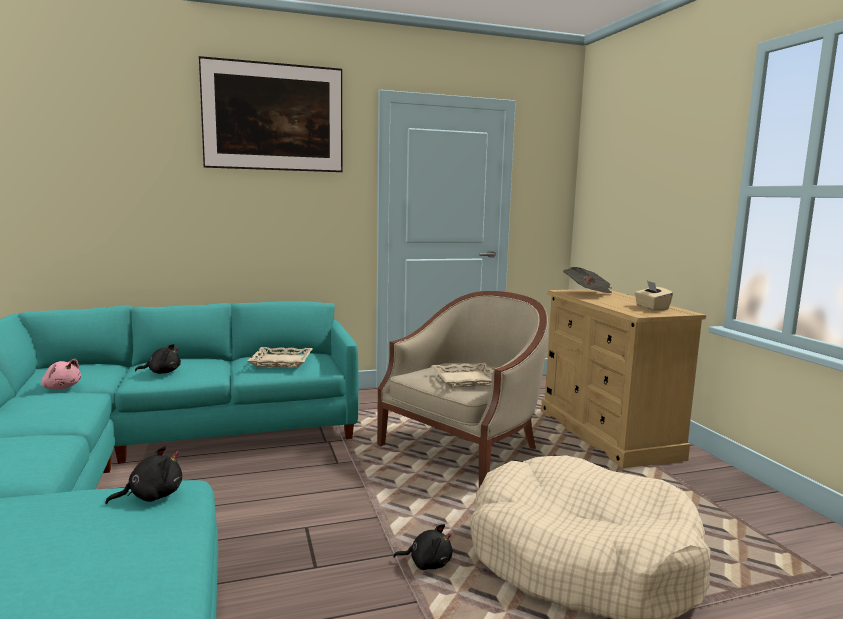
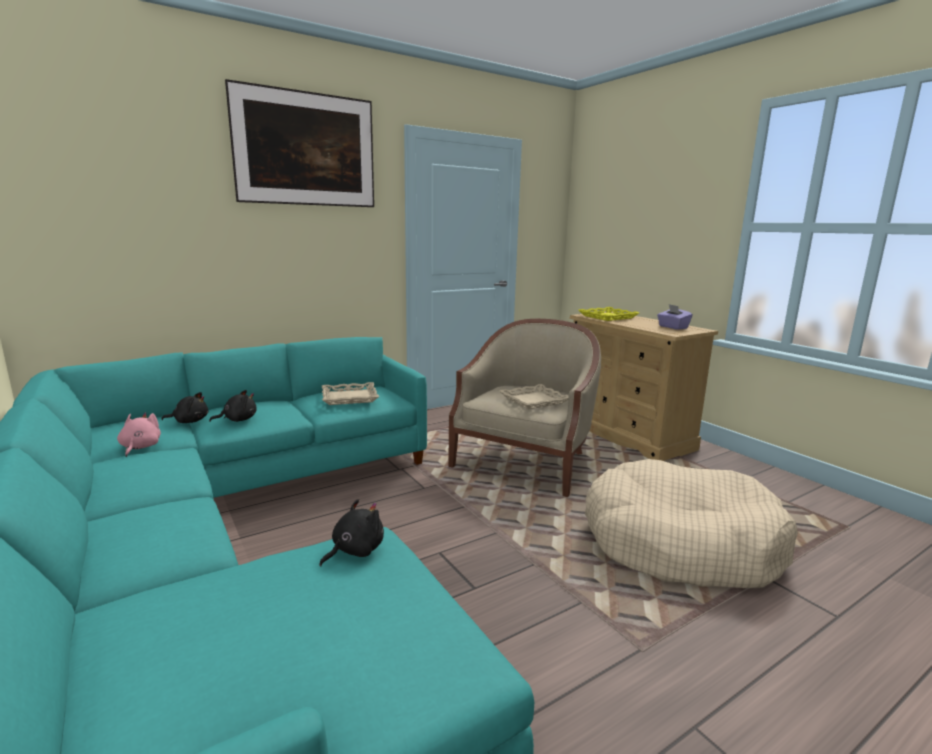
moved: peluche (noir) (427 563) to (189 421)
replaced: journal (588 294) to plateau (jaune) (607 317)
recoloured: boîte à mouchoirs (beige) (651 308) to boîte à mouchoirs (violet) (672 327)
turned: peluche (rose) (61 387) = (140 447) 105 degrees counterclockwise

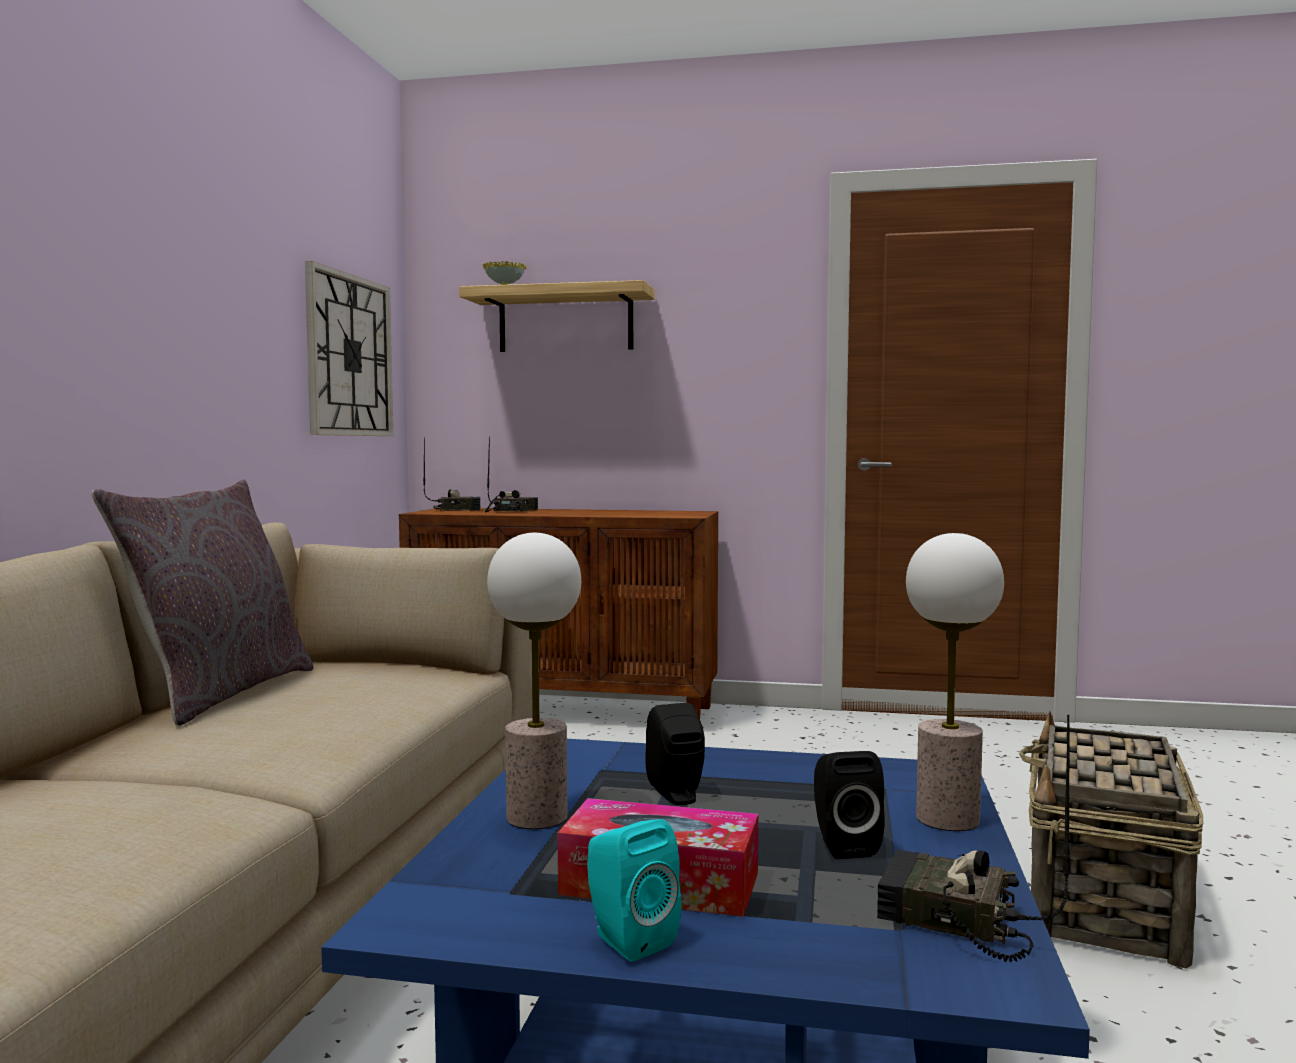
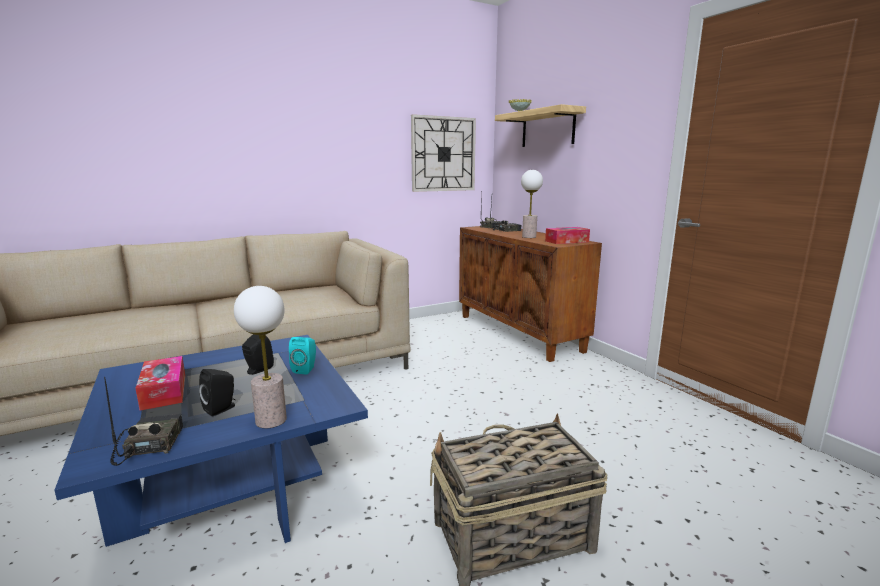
removed: coussin (gris) (219 693)
added: boîte à mouchoirs (566 241)
moved: lampe de table (537 817) to (529 237); enceinte (turquoise) (627 939) to (306 369)

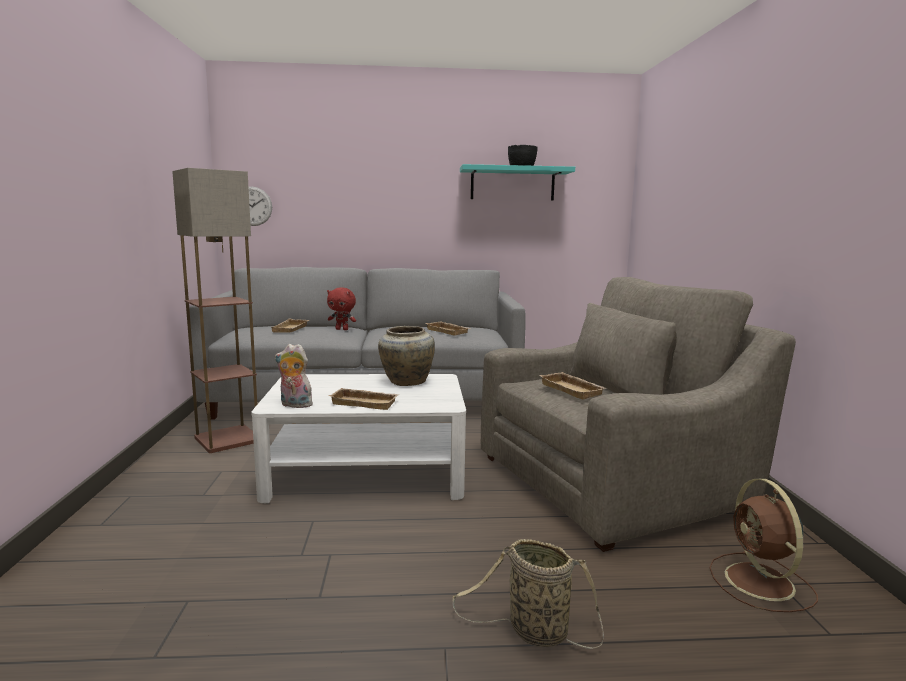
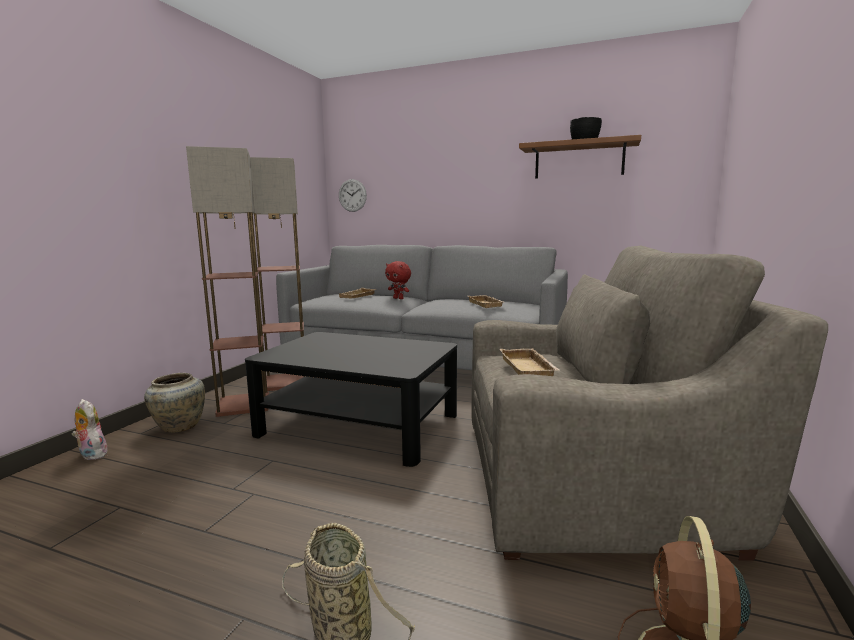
removed: plateau (beige) (365 403)
added: lampadaire (244 404)
moved: peluche (294 405) to (91 455); vase (beige) (406 382) to (179 426)
recoloured: table basse (blanc) (367 471) to table basse (noir) (359 424); étagère (turquoise) (512 184) to étagère (marron) (579 160)

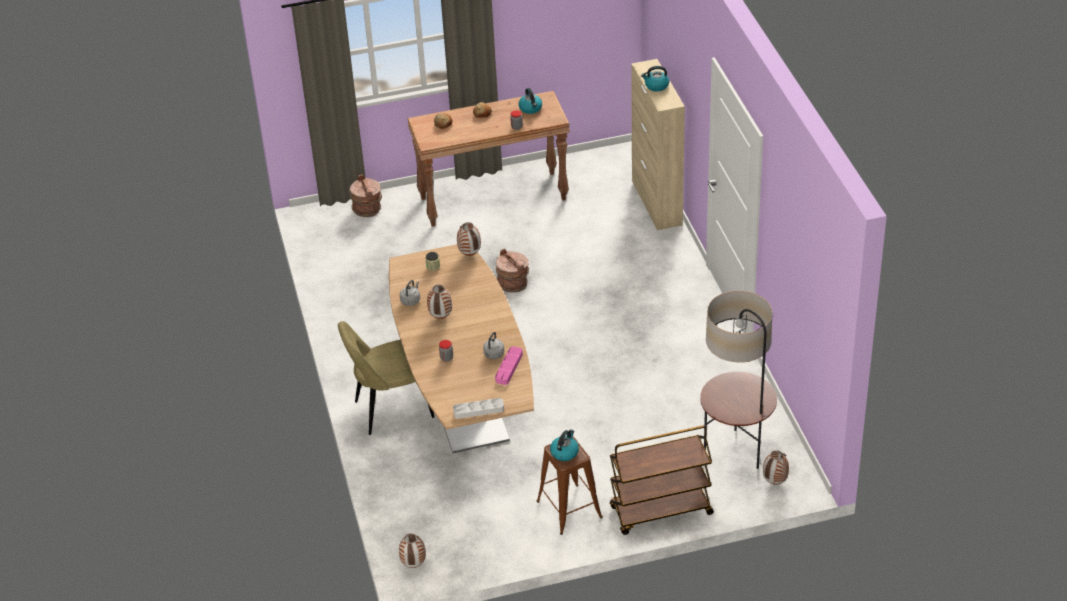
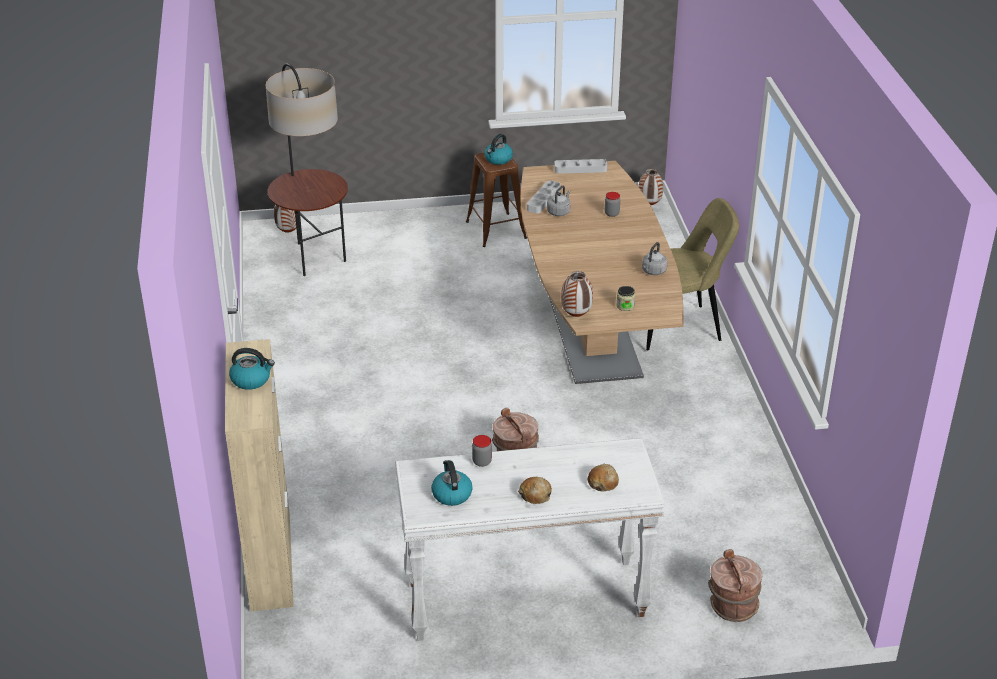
removed: vase (440 317); chariot (marron) (660 511)
recoloured: table console (marron) (493 198) to table console (blanc) (525 601); plateau (rose) (509 367) to plateau (gris) (543 199)

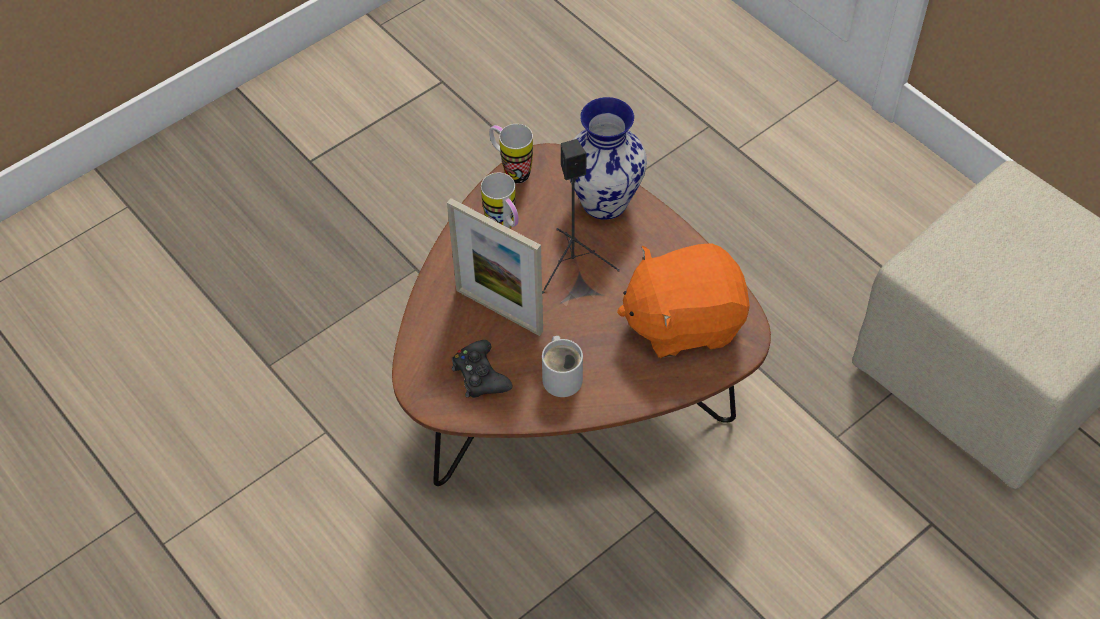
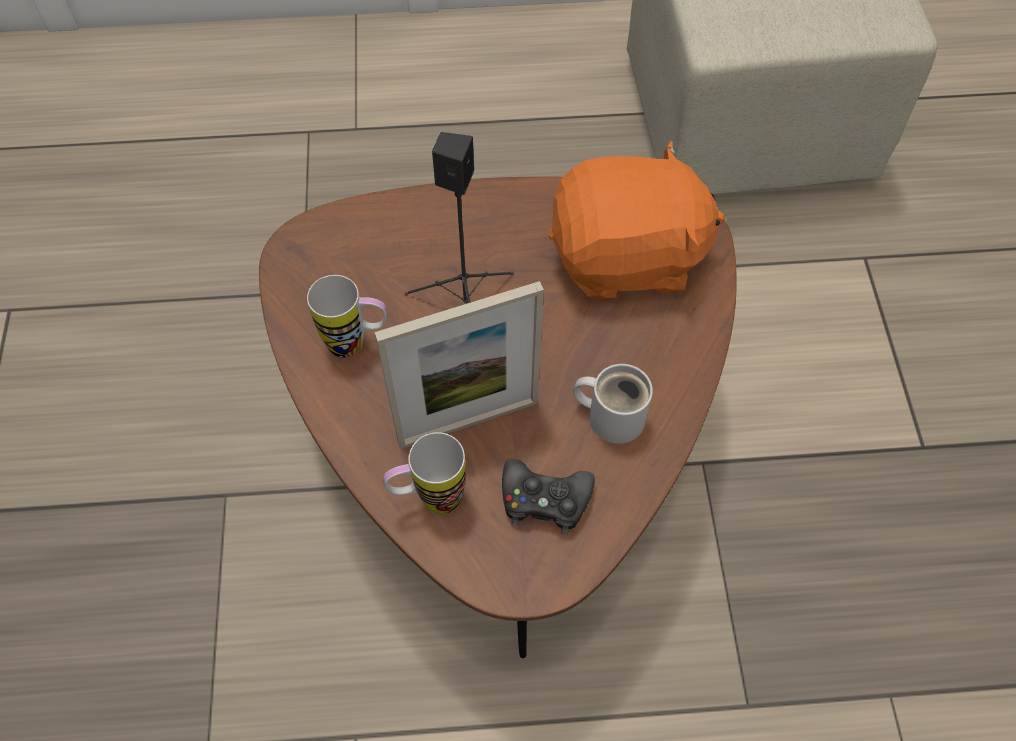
removed: vase (605 201)
moved: mug (511 170) to (429 500)
turned: peluche (orange) (683 321) = (627 259) 120 degrees counterclockwise

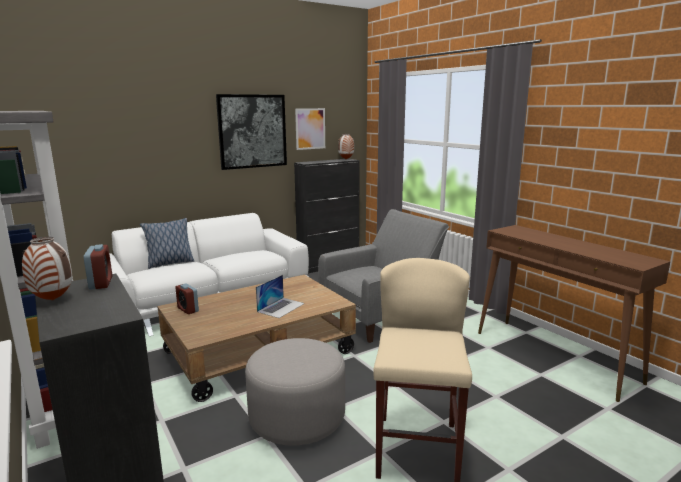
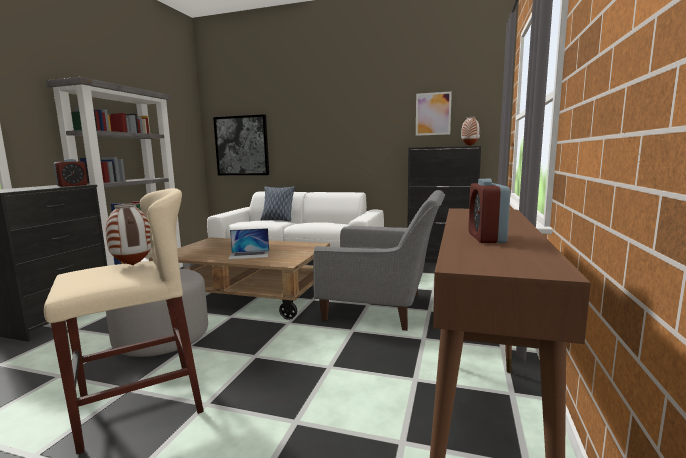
moved: vase (53 300) to (133 265); réveil (188 309) to (486 238); tableau (252 131) to (241 146)

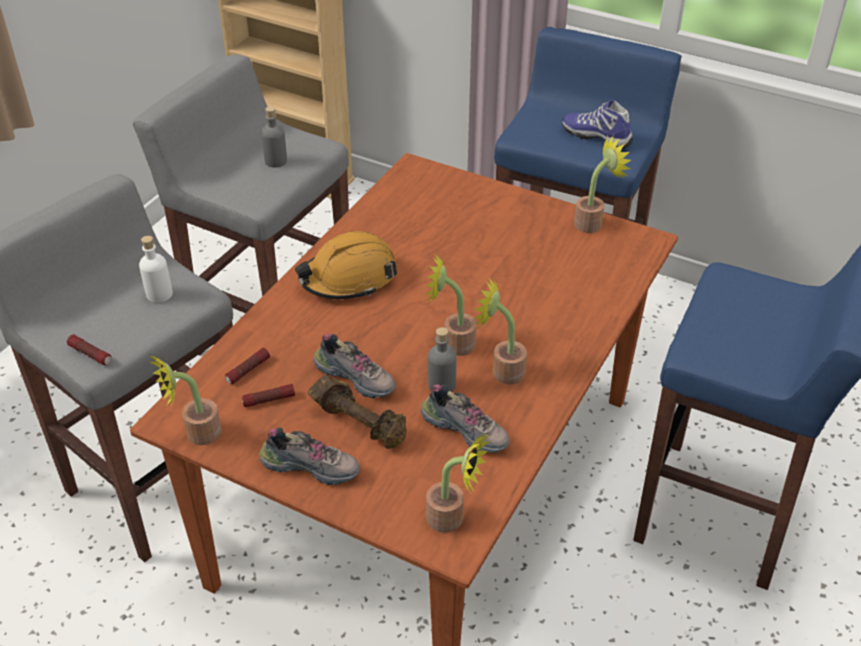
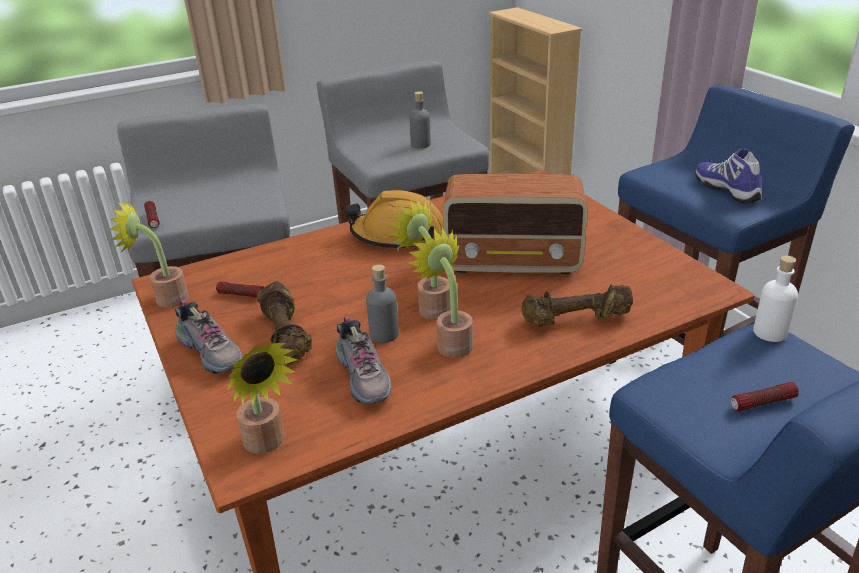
removed: chaussure (357 378); plante en pot (592 222)
added: radio (514 262); haltère (marron) (577 320)
moved: bouteille (blanc) (159 294) to (769 332); lampe de poche (248 370) to (762 403)

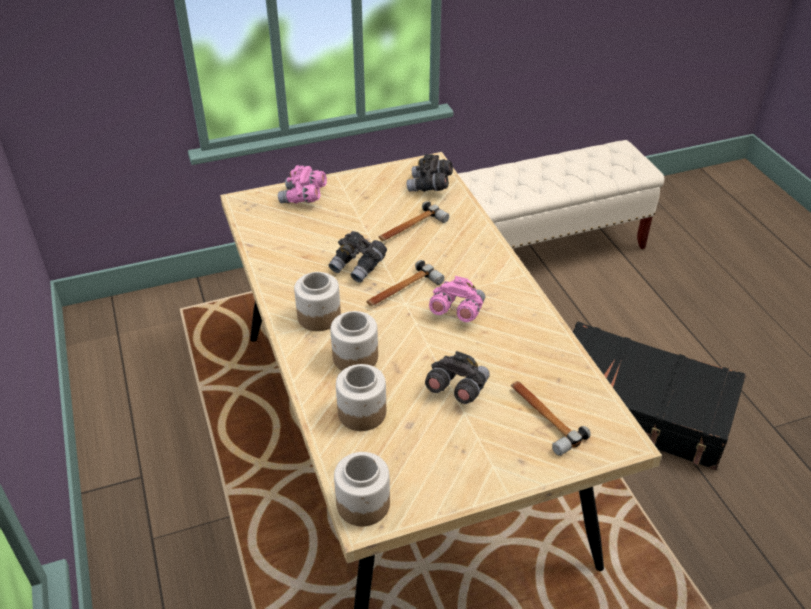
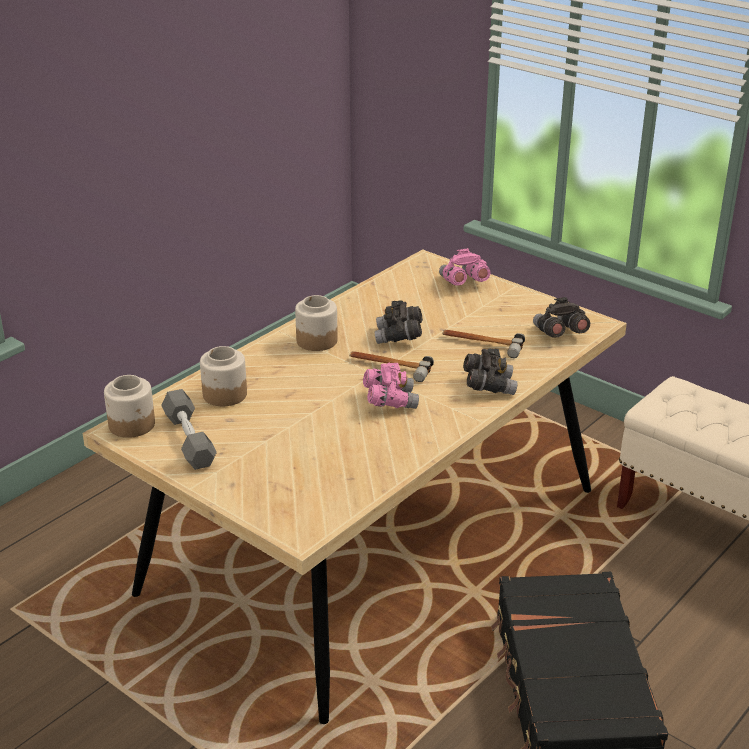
removed: bocal (355 358); marteau (543 417)
added: haltère (gris) (189 440)
moved: jumelles (gris) (456 388) to (488 386)

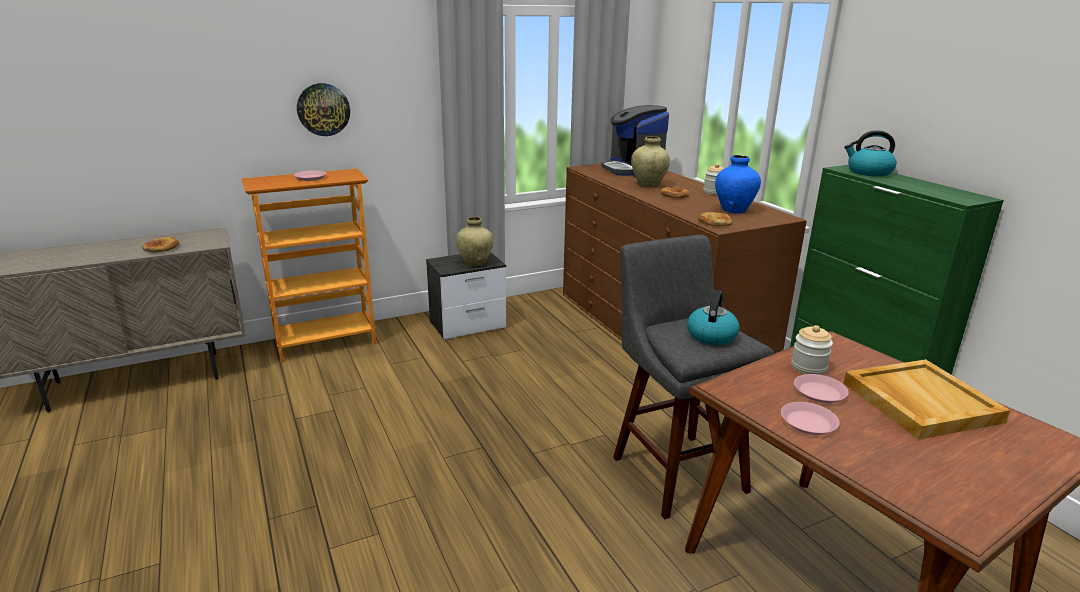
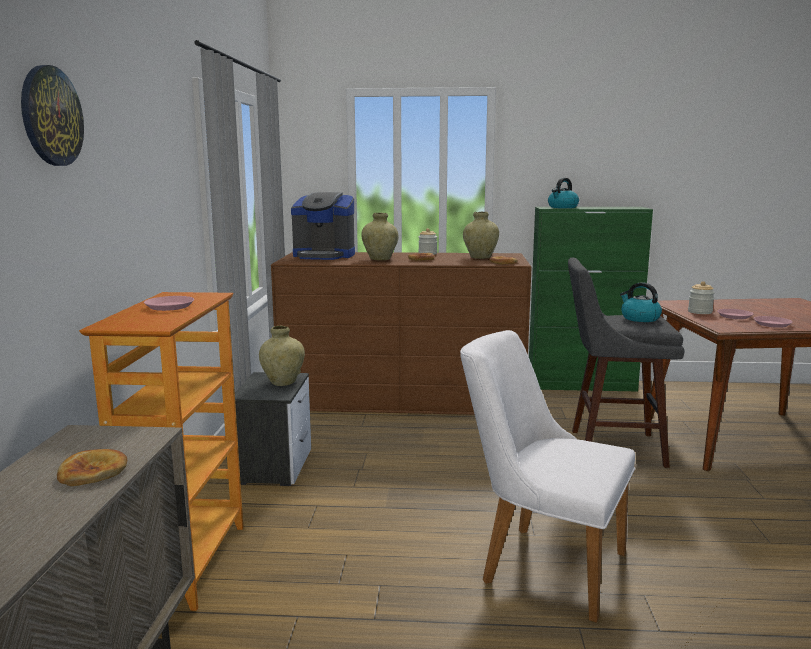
removed: plateau (beige) (919 401)
added: chaise (blanc) (540 564)
moved: horloge murale (323 109) to (51 116)
recoloured: vase (bleu) (734 210) to vase (beige) (480 257)

